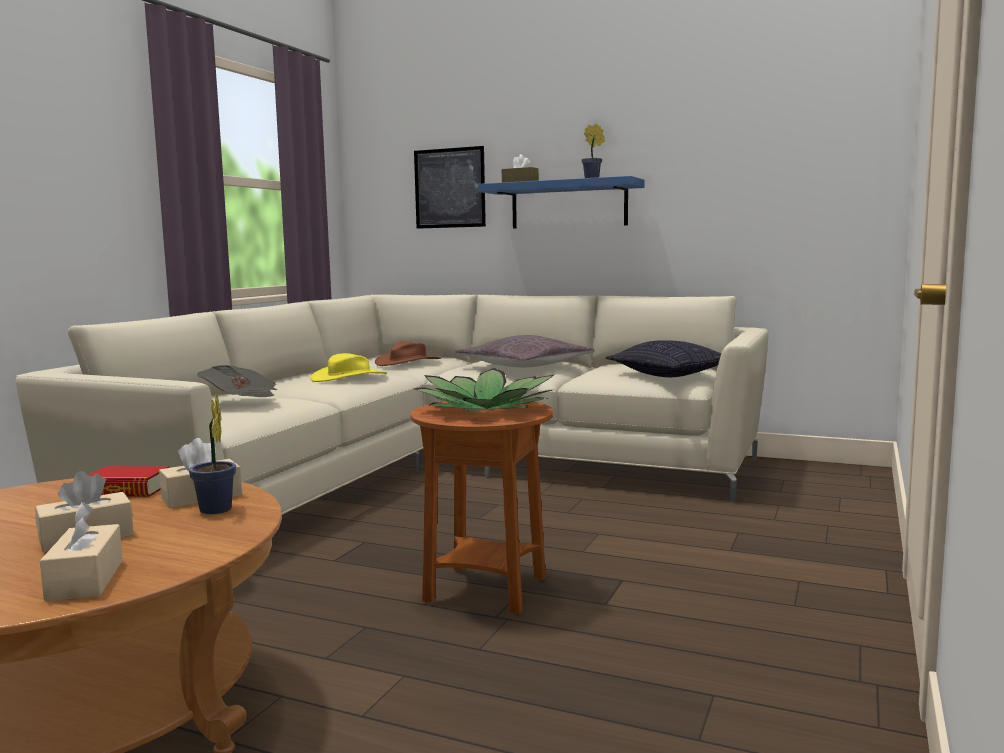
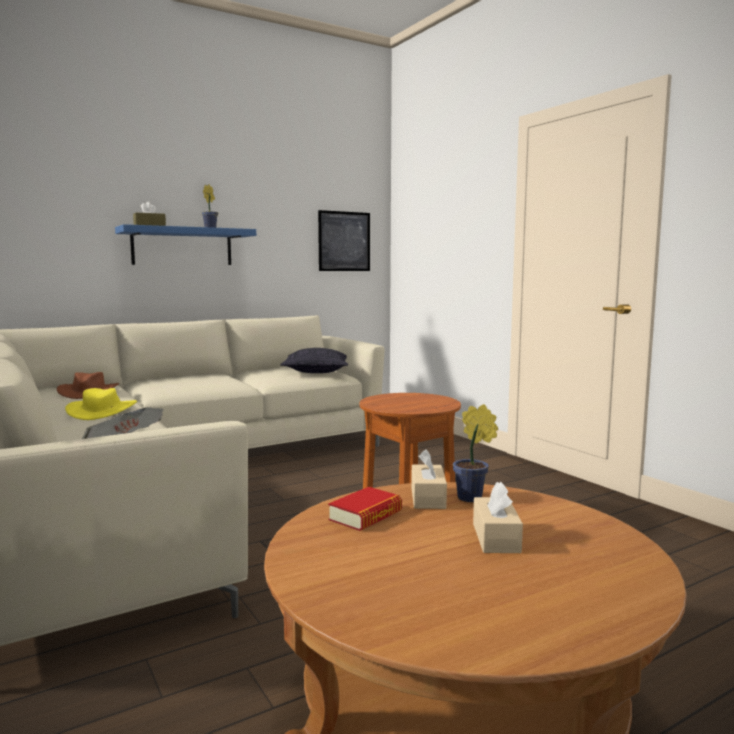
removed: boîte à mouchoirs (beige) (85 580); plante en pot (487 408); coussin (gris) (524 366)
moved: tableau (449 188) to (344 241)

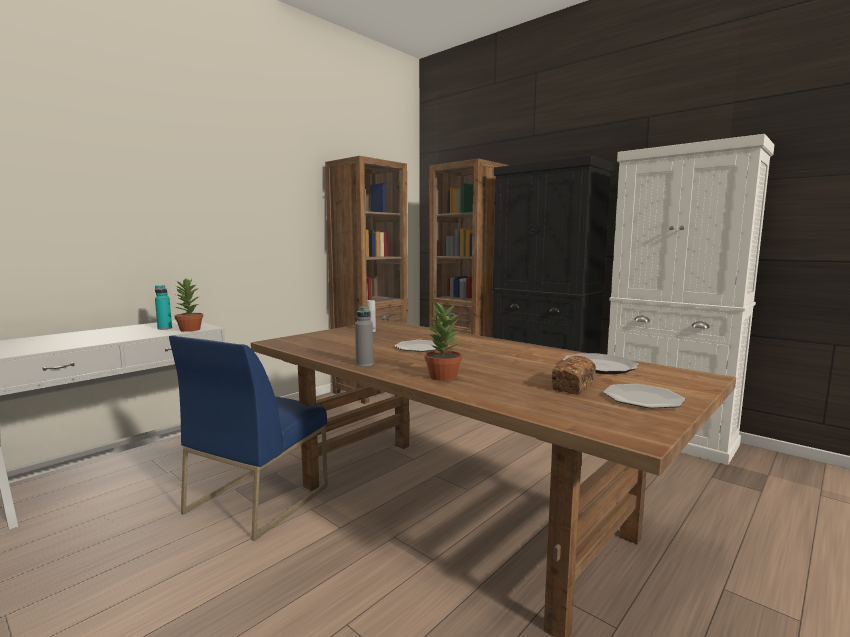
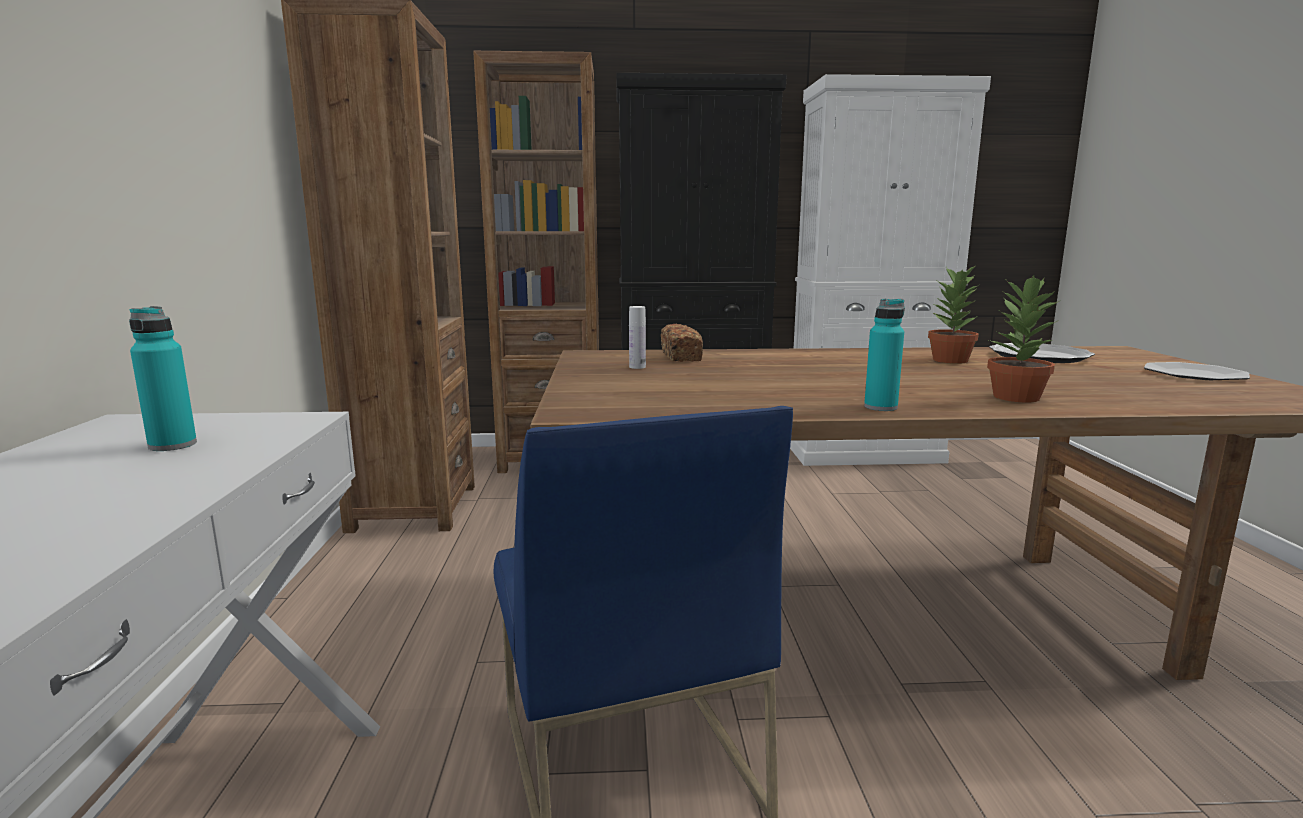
removed: assiette (420 347)
moved: plante en pot (189 330) to (951 360); pain (573 386) to (681 357)
recoloured: bouteille (gris) (364 364) to bouteille (turquoise) (880 407)

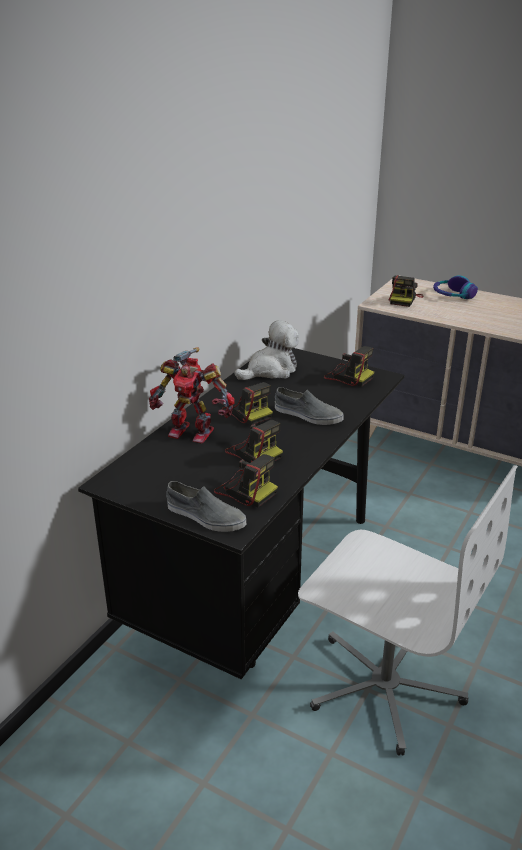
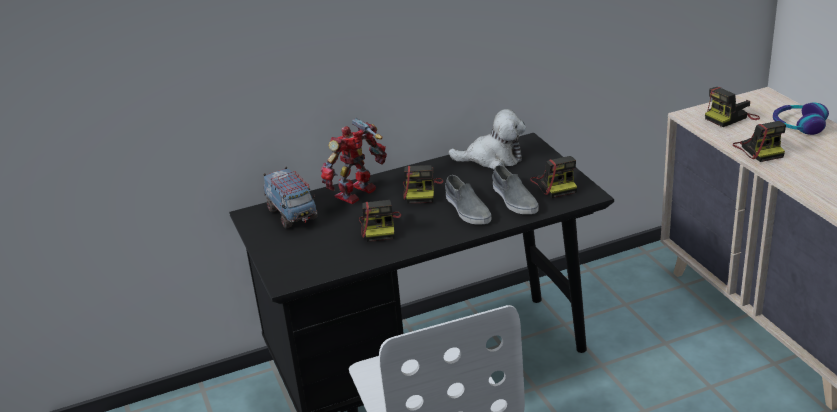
added: camion jouet (292 214)
moved: chaussure (gris) (205 516) to (514 199); appareil photo (245 490) to (759 149)
turned: robot jouet (192 431) = (358 194) 75 degrees clockwise

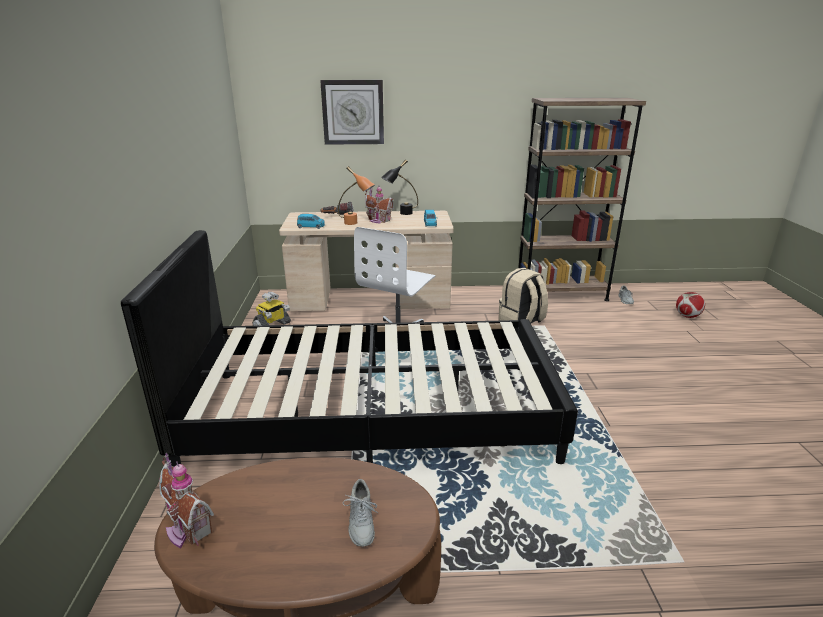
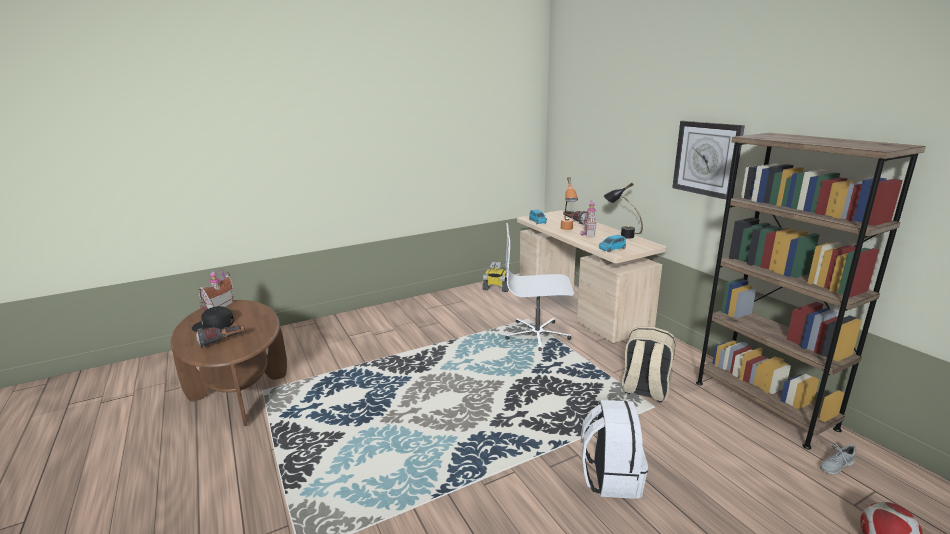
removed: lit (noir) (372 414)
added: casquette (noir) (214 325); sac à dos (blanc) (610 477)
moved: horloge murale (353 112) to (707 159)
replaced: chaussure (gris) (361 522) to lampe de poche (223 342)

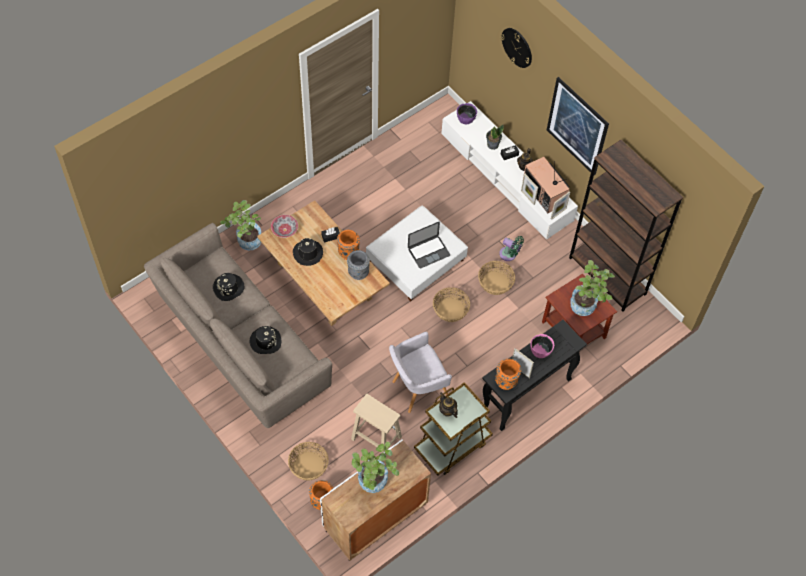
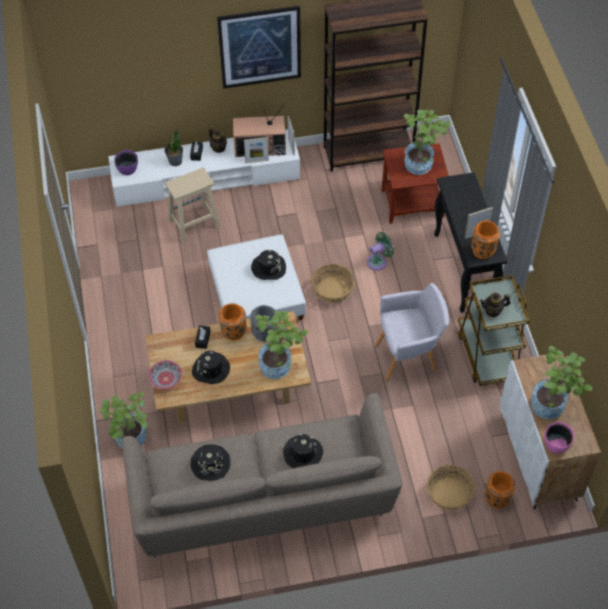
removed: panier (495 283); horloge murale (517 47)
added: plante en pot (280 364)
moved: tabouret (beige) (375 437) to (193 224); ventilateur (vert) (509 255) to (378 261); bol (rose) (541 351) to (557 443)
replaced: ordinateur portable (428 252) to chapeau (noir) (268 268)
turned: fauteuil (gris) (417 389) = (409 357) 105 degrees counterclockwise

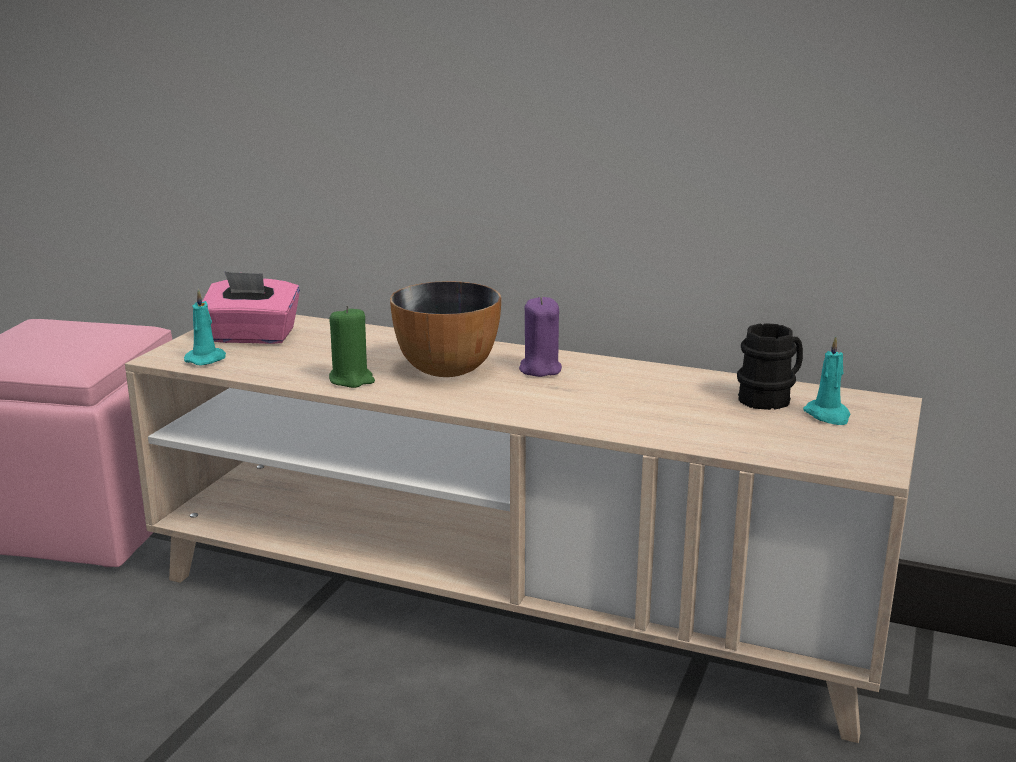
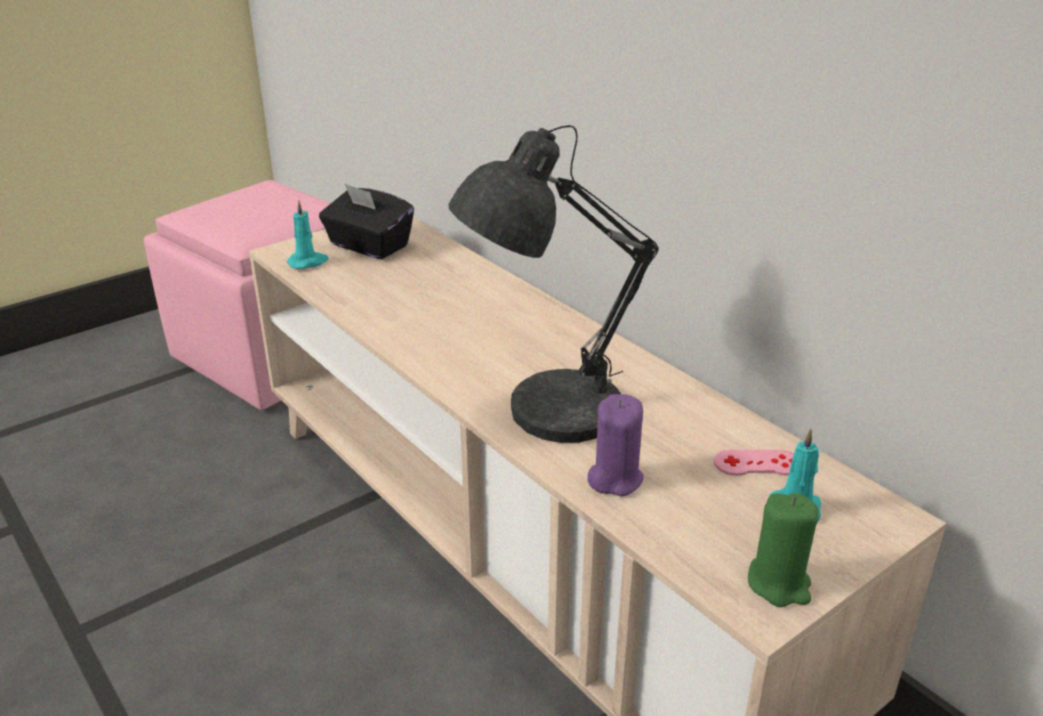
removed: bol (447 369)
added: lampe de table (gris) (550 412)
moved: bougie (vert) (351 380) to (779 583); bougie (violet) (540 369) to (614 478)
replaced: mug (noir) (770 397) to manette (rose) (758 463)
recoloured: boîte à mouchoirs (rose) (252 337) to boîte à mouchoirs (noir) (368 246)

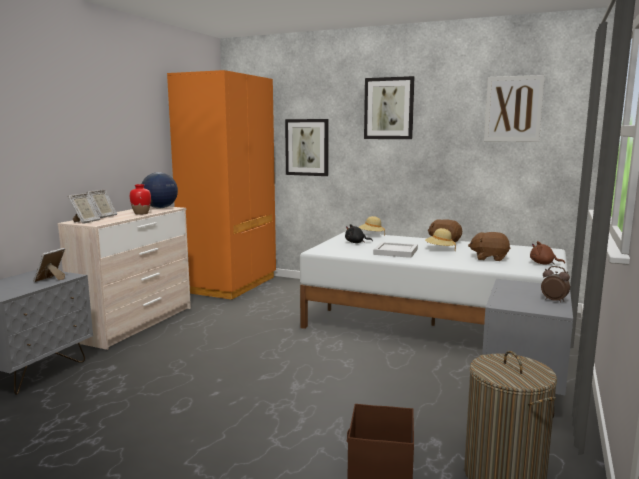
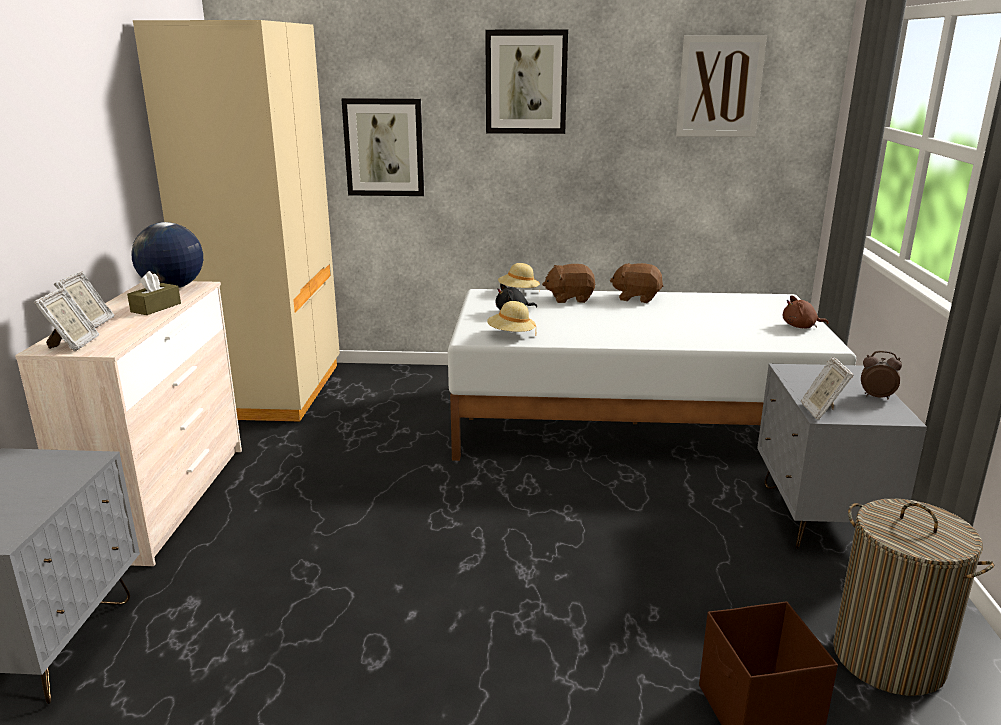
removed: plateau (blanc) (396 252)
moved: cadre photo (51 280) to (821 411); chapeau (beige) (440 249) to (511 335); peluche (marron) (489 258) to (569 298)
replaced: vase (rouge) (141 213) to boîte à mouchoirs (marron) (156 307)
recoloured: armoire (orange) (230 284) to armoire (beige) (274 391)

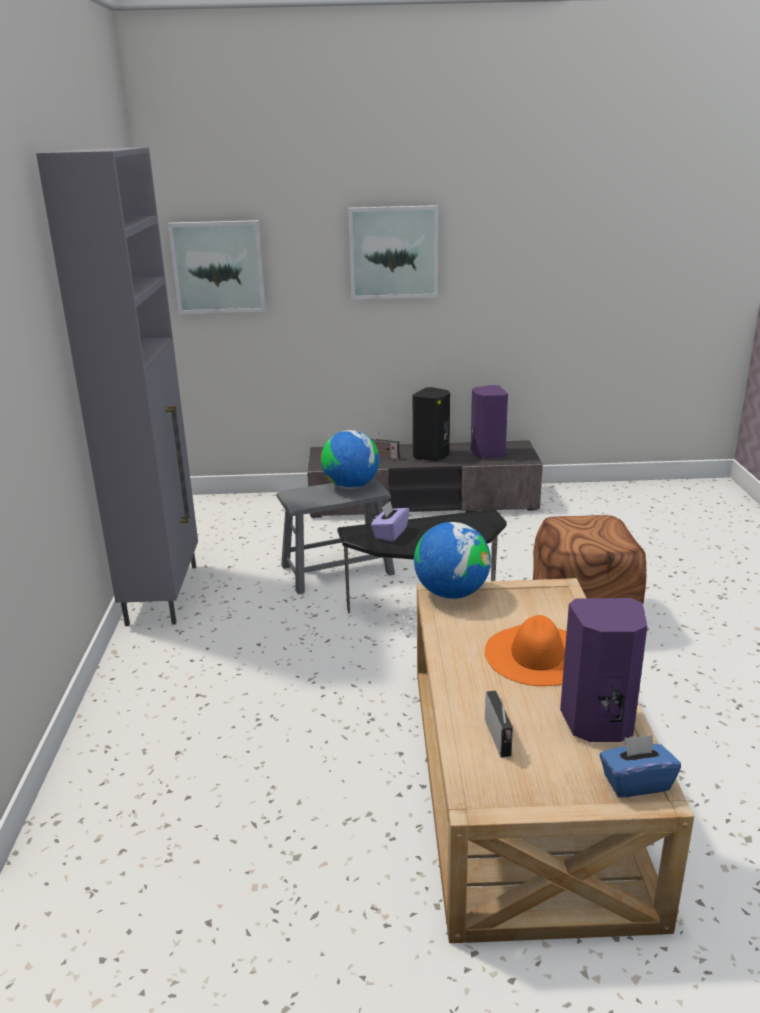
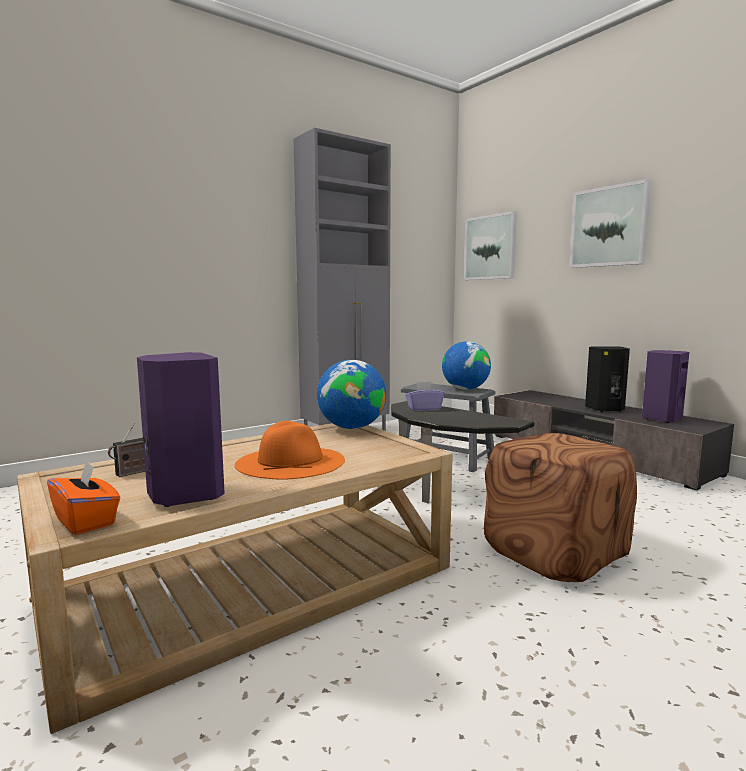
removed: radio (382 457)
recoloured: boîte à mouchoirs (bleu) (636 782) to boîte à mouchoirs (orange) (86 521)

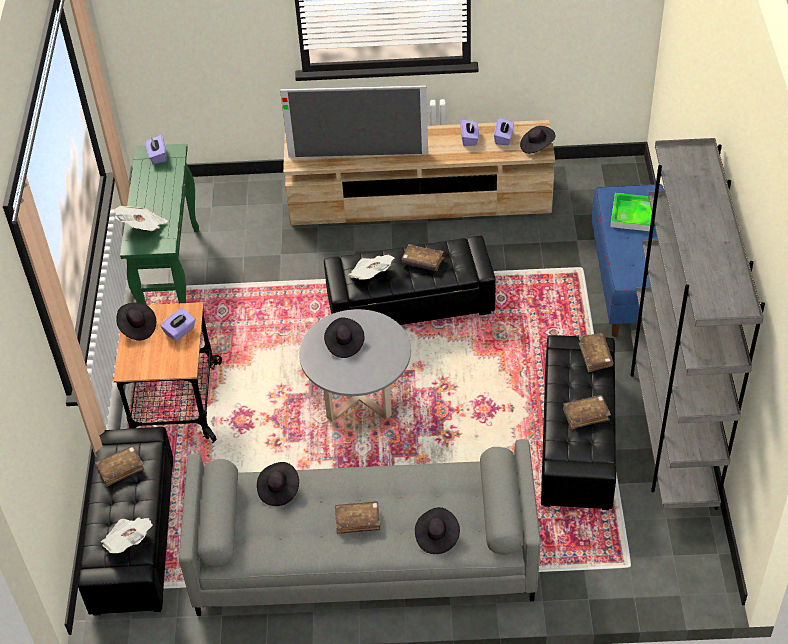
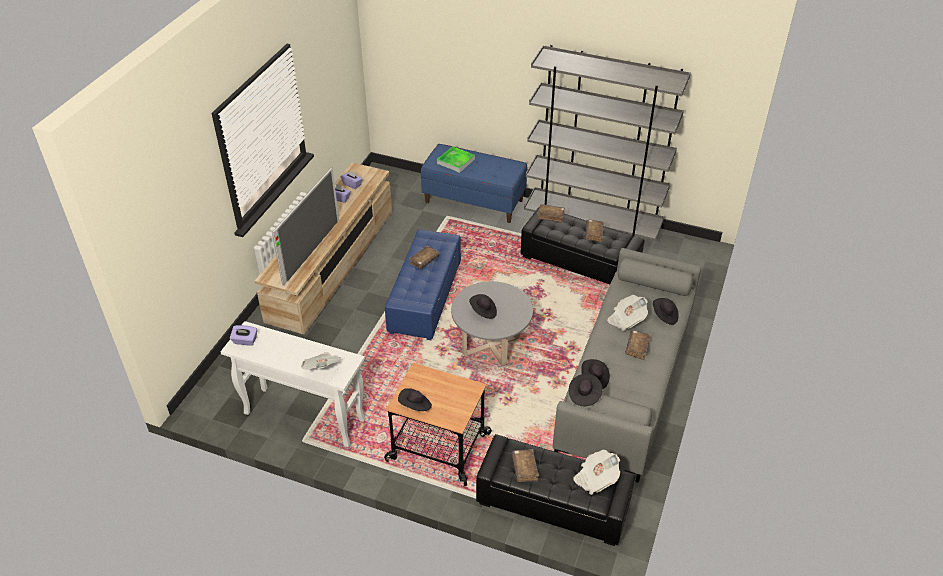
removed: boîte à mouchoirs (violet) (180 331)
moved: journal (371 275) to (626 320); chapeau (noir) (536 146) to (584 395)
recoloured: table console (vert) (172 276) to table console (blanc) (303 417); pouf (noir) (410 305) to pouf (bleu) (425 298)

